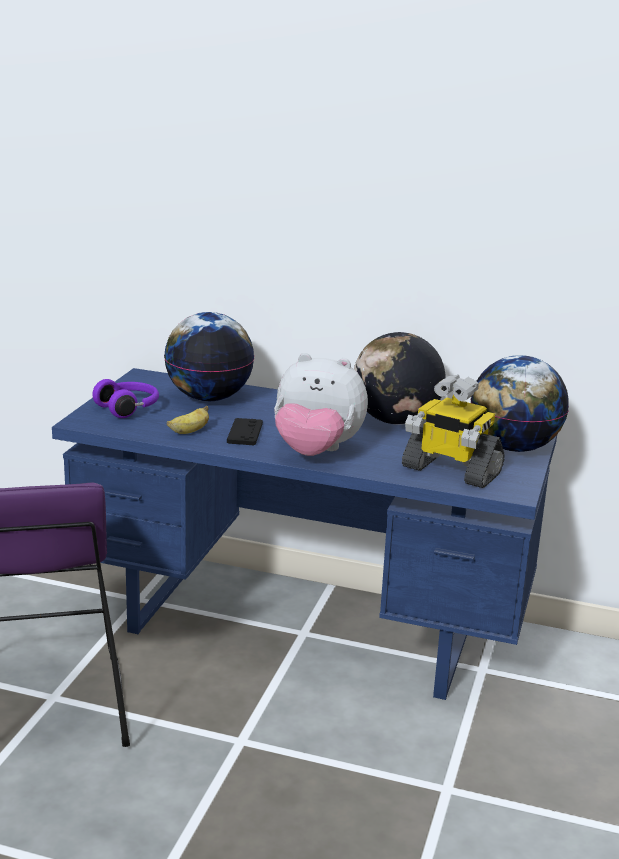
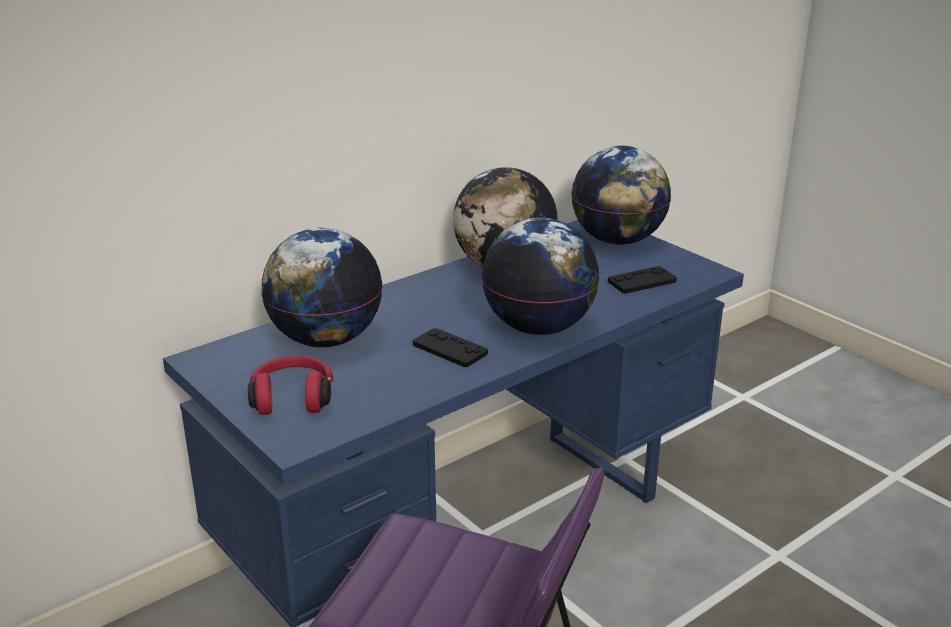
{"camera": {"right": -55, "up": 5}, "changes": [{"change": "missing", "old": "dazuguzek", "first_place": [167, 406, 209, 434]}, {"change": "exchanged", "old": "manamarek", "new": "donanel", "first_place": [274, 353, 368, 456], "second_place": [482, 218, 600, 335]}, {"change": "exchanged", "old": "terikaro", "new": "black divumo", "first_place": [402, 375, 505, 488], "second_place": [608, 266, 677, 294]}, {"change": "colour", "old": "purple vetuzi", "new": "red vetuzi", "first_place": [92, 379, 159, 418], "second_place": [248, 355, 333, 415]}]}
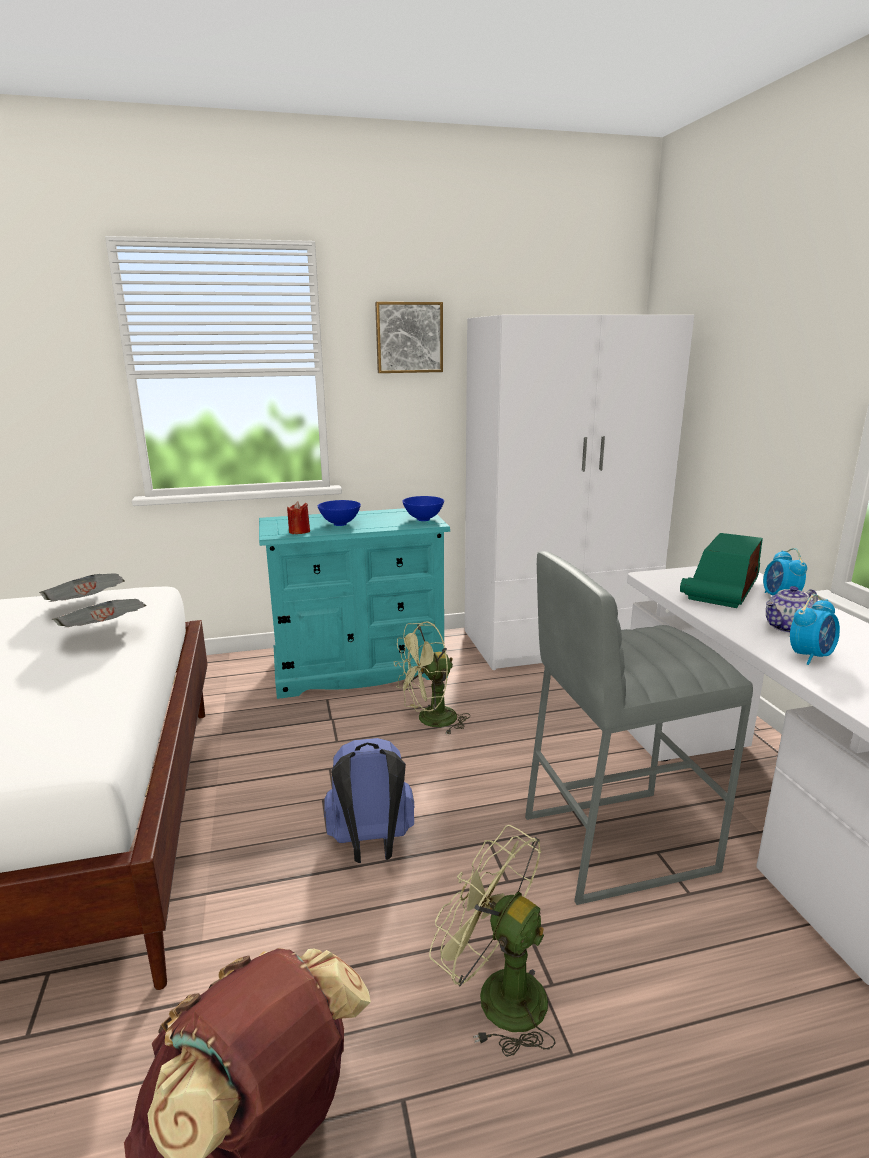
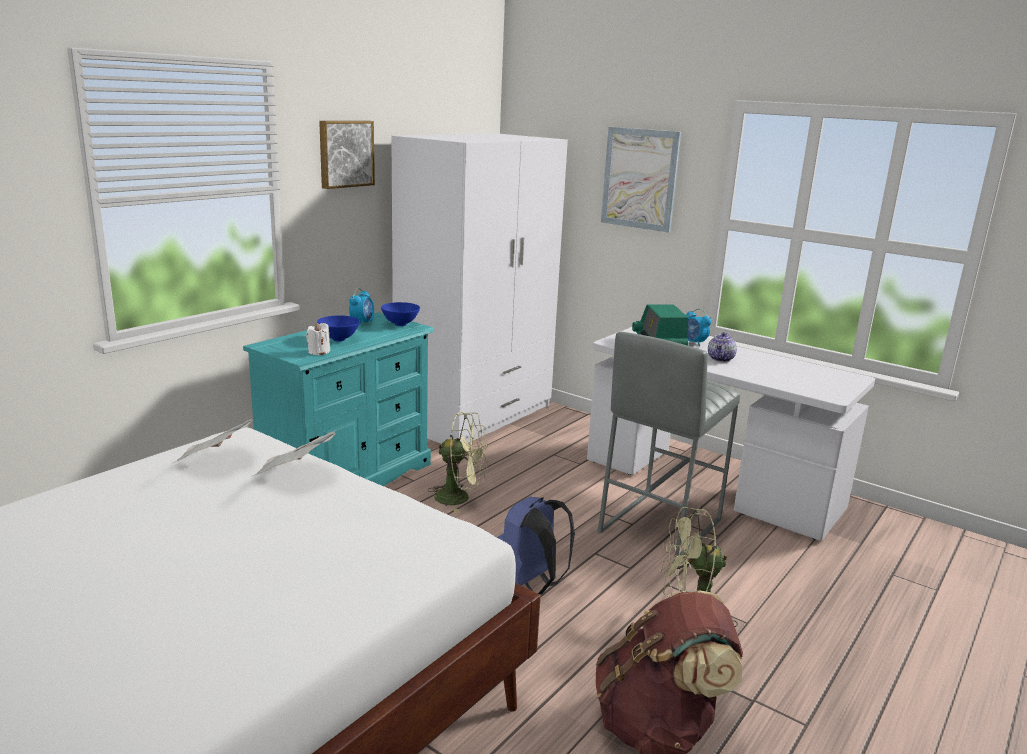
{"camera": {"right": -40, "up": 0}, "changes": [{"change": "appeared", "new": "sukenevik", "second_place": [601, 127, 681, 233]}, {"change": "relocated", "old": "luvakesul", "first_place": [790, 594, 840, 665], "second_place": [349, 288, 374, 327]}, {"change": "colour", "old": "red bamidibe", "new": "white bamidibe", "first_place": [287, 501, 310, 534], "second_place": [306, 322, 330, 355]}, {"change": "spun", "old": "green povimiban", "first_place": [394, 621, 470, 735], "second_place": [427, 412, 487, 513], "degrees": -105}]}
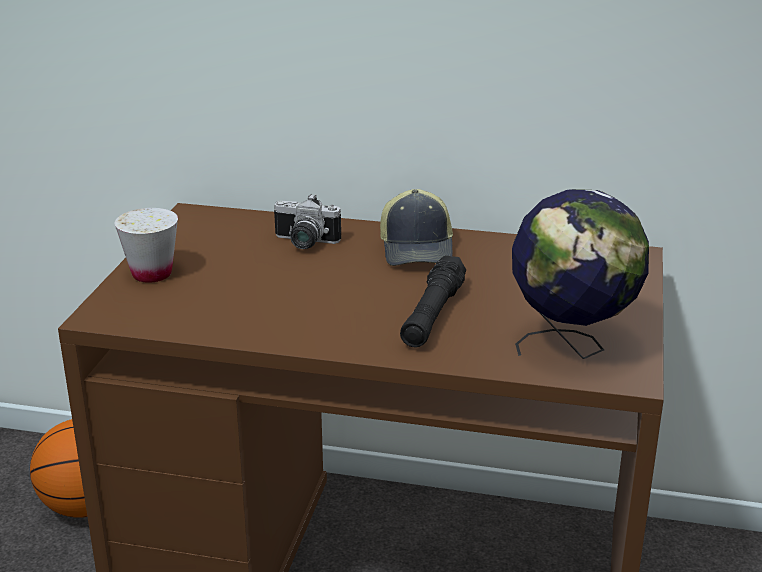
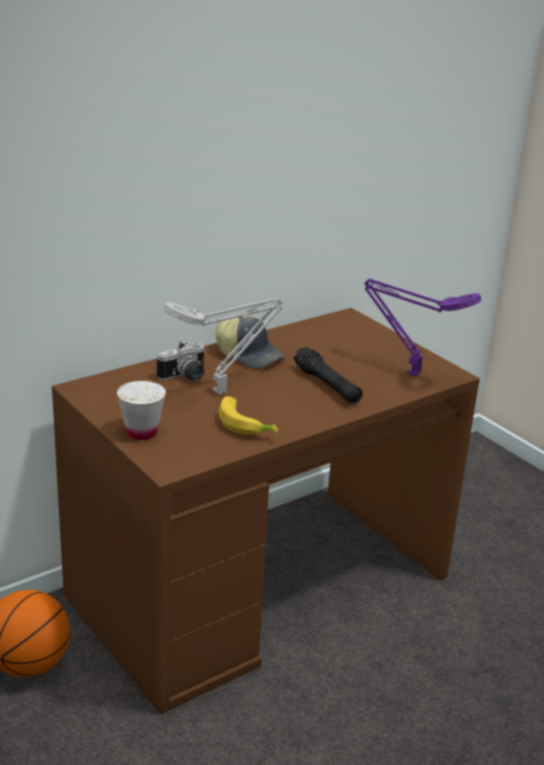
{"camera": {"right": -50, "up": 0}, "changes": [{"change": "appeared", "new": "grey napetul", "second_place": [164, 297, 282, 394]}, {"change": "appeared", "new": "dazuguzek", "second_place": [219, 396, 278, 435]}, {"change": "exchanged", "old": "donanel", "new": "purple napetul", "first_place": [512, 189, 649, 359], "second_place": [364, 279, 481, 376]}]}
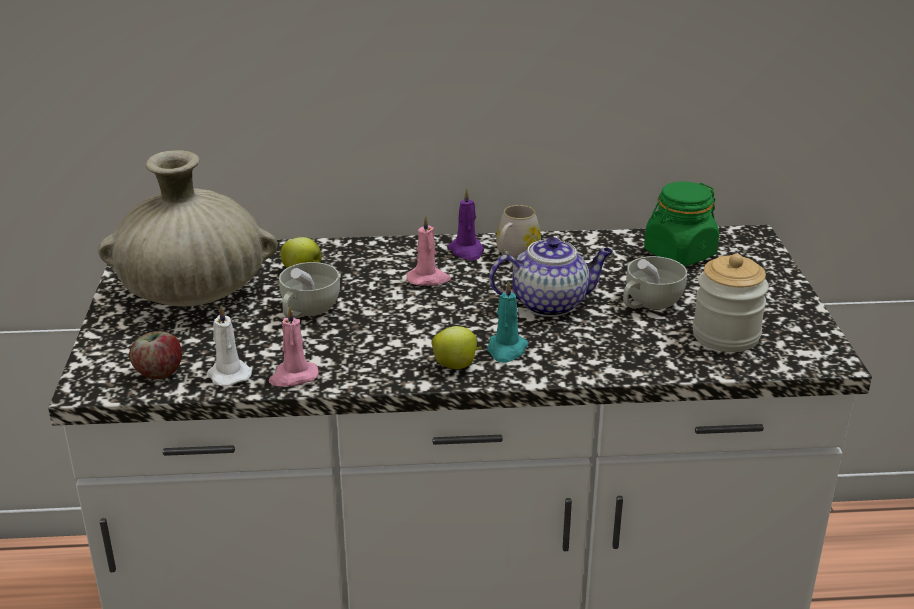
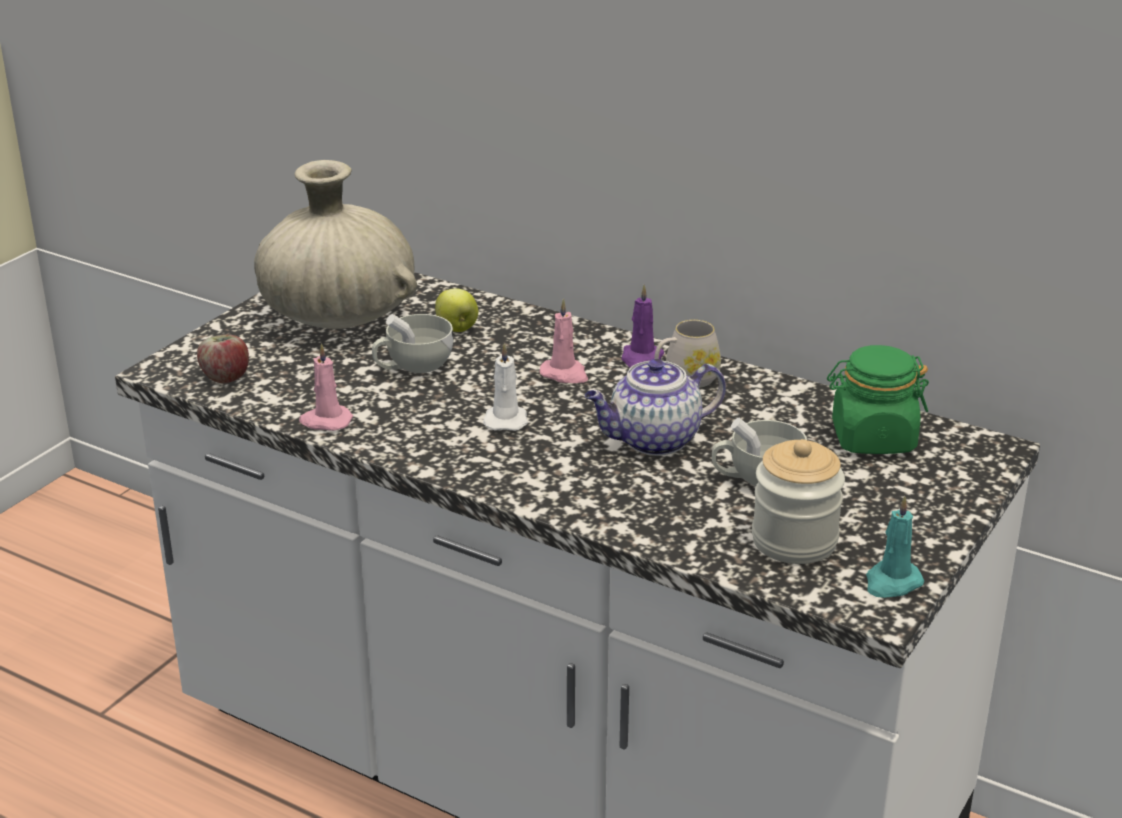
{"camera": {"right": 35, "up": 0}, "changes": [{"change": "missing", "old": "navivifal", "first_place": [432, 326, 482, 369]}, {"change": "relocated", "old": "white bamidibe", "first_place": [207, 305, 252, 386], "second_place": [483, 343, 528, 431]}, {"change": "relocated", "old": "turquoise bamidibe", "first_place": [487, 280, 528, 363], "second_place": [866, 496, 924, 598]}, {"change": "spun", "old": "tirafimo", "first_place": [489, 237, 613, 317], "second_place": [585, 359, 726, 456], "degrees": 135}]}
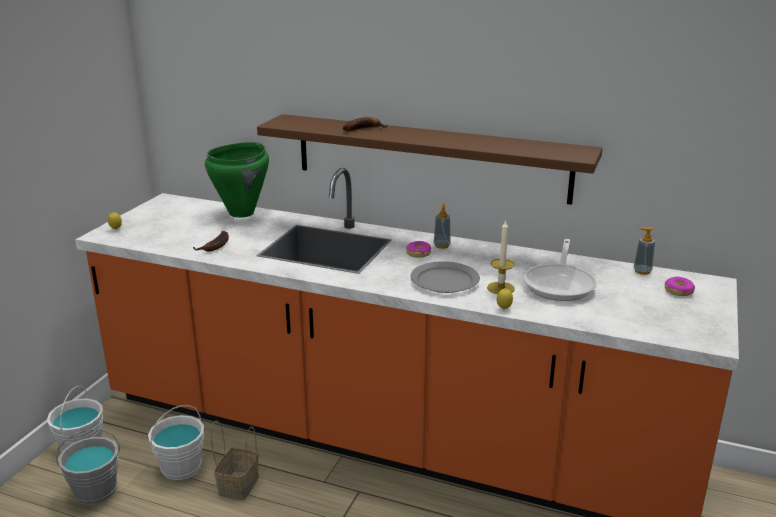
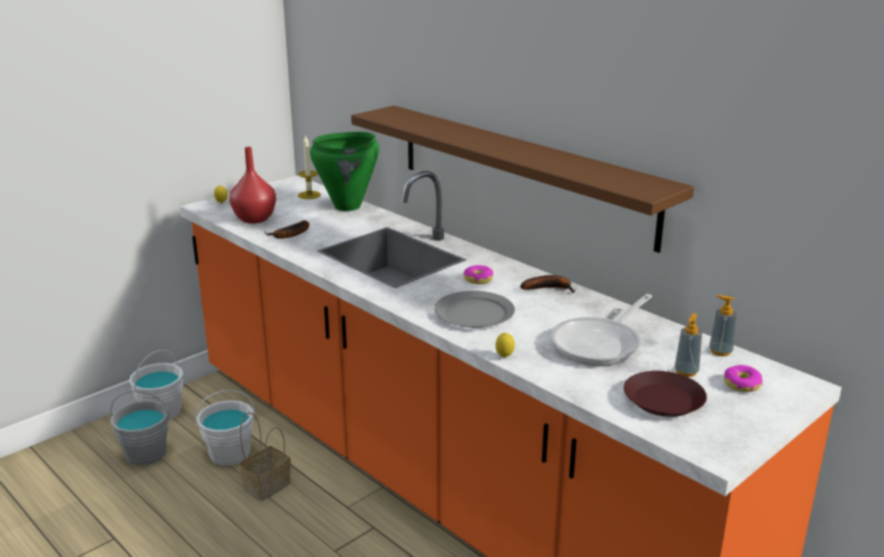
{"camera": {"right": 25, "up": 0}, "changes": [{"change": "appeared", "new": "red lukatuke", "second_place": [229, 147, 276, 224]}, {"change": "appeared", "new": "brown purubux", "second_place": [624, 371, 707, 417]}, {"change": "relocated", "old": "dazuguzek", "first_place": [343, 117, 387, 131], "second_place": [520, 275, 575, 293]}, {"change": "relocated", "old": "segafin", "first_place": [434, 203, 451, 249], "second_place": [674, 313, 702, 377]}, {"change": "relocated", "old": "bamidibe", "first_place": [487, 219, 515, 294], "second_place": [298, 135, 321, 199]}]}
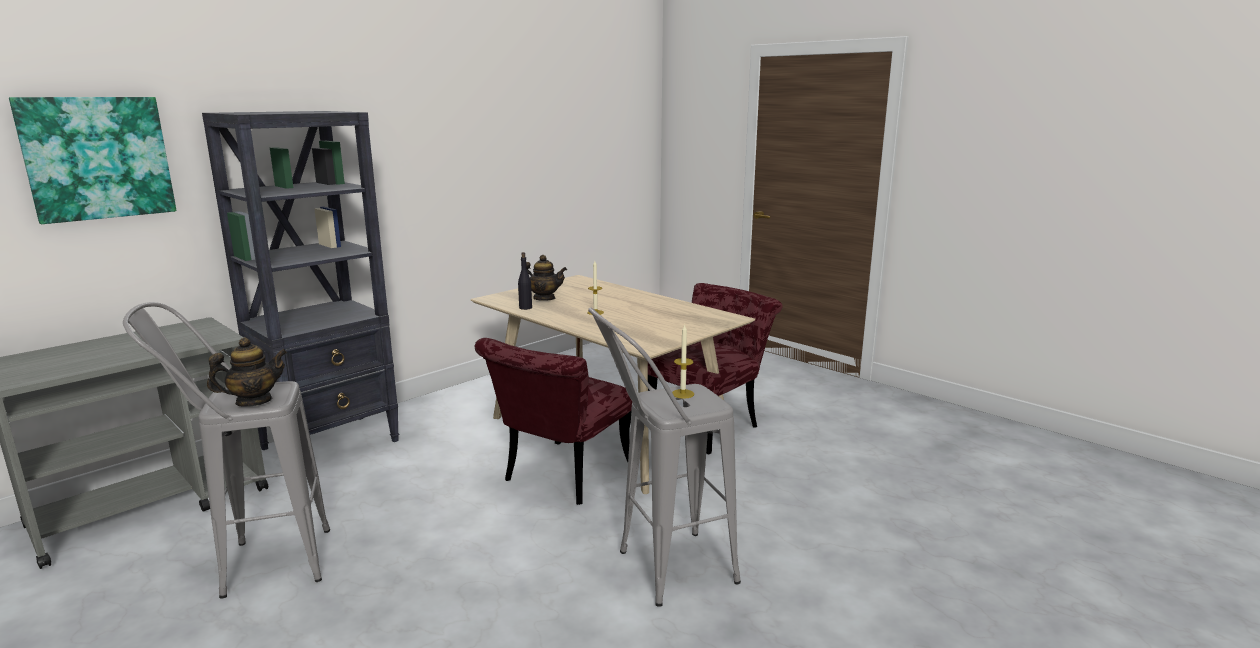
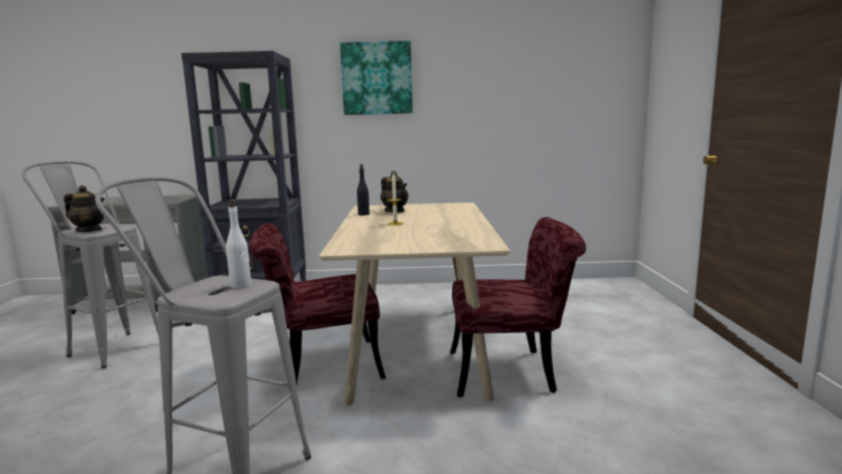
{"camera": {"right": 45, "up": -5}, "changes": [{"change": "relocated", "old": "sukenevik", "first_place": [9, 97, 176, 224], "second_place": [340, 41, 413, 115]}, {"change": "exchanged", "old": "bamidibe", "new": "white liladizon", "first_place": [672, 324, 694, 399], "second_place": [226, 199, 251, 288]}]}
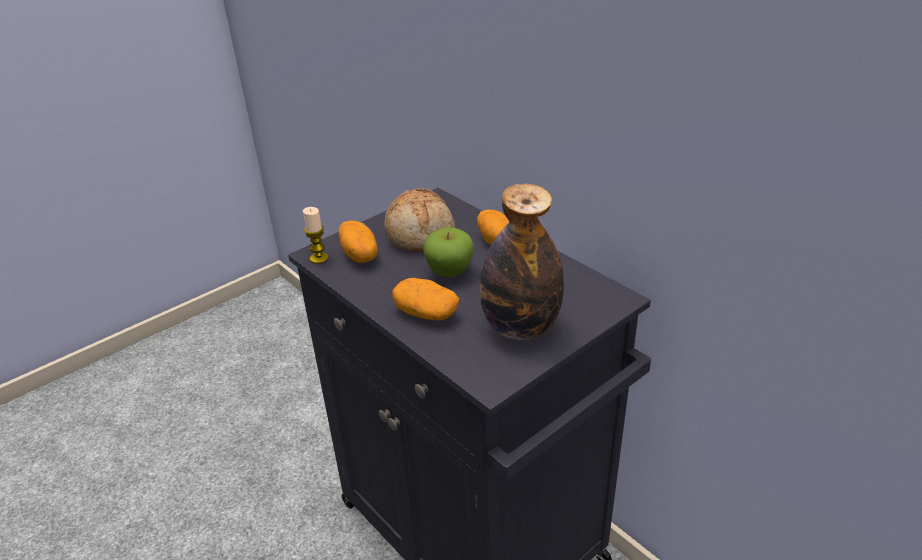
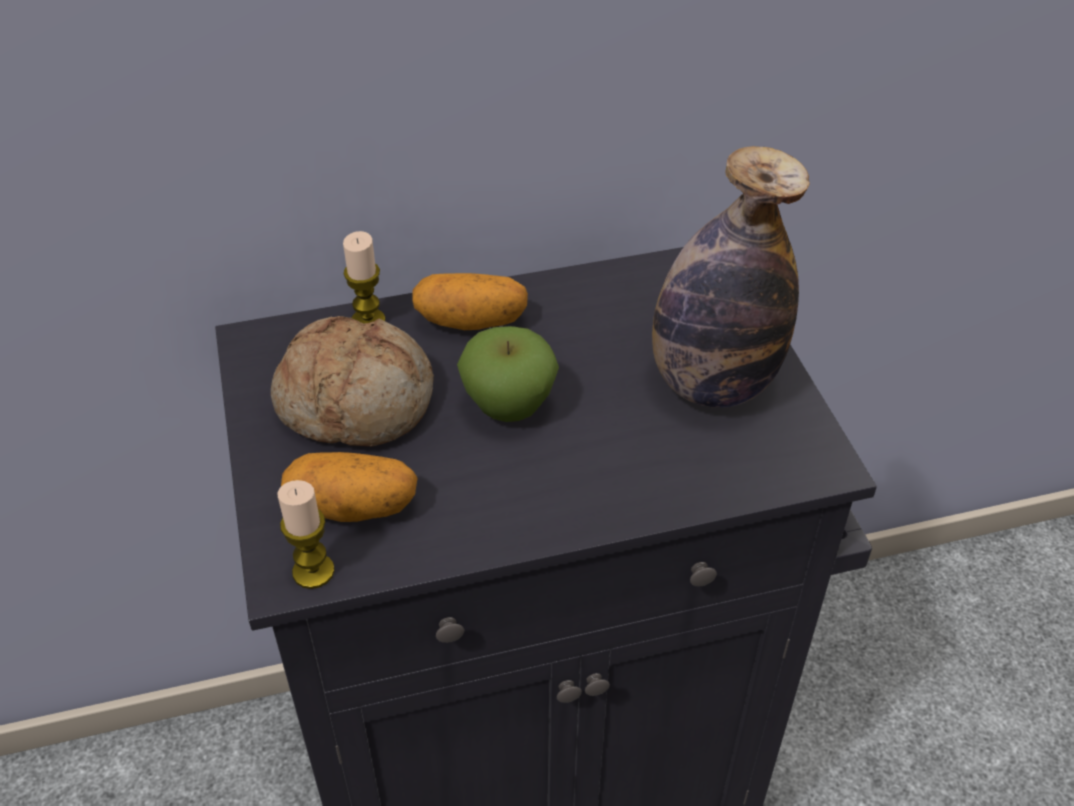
{"camera": {"right": -65, "up": 10}, "changes": [{"change": "missing", "old": "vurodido", "first_place": [392, 278, 459, 321]}, {"change": "appeared", "new": "bamidibe", "second_place": [343, 231, 385, 324]}]}
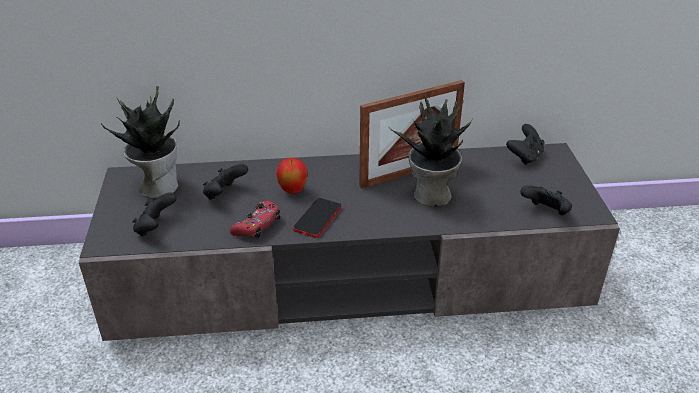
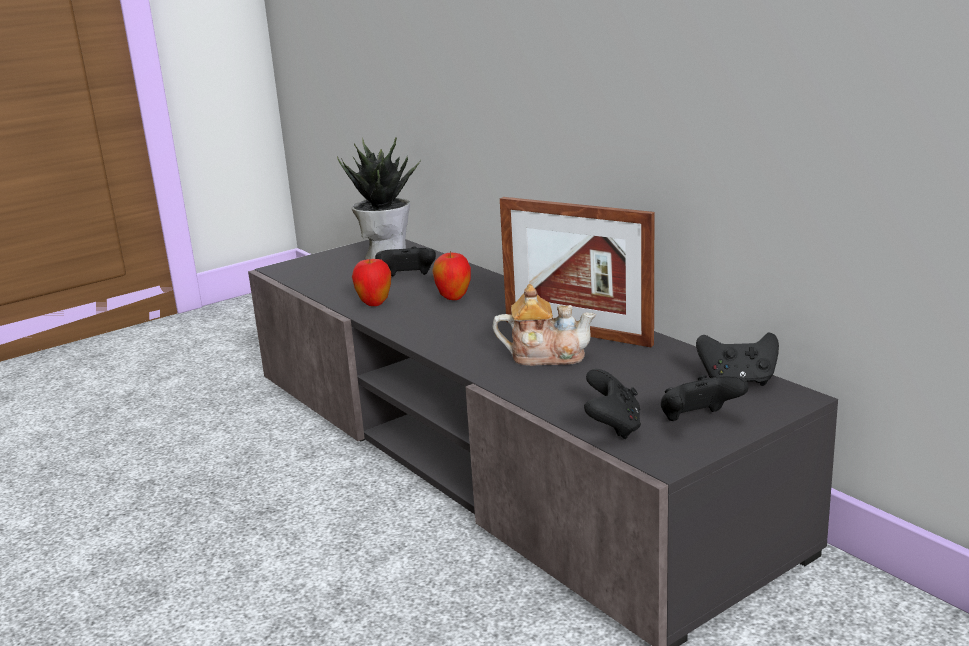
{"camera": {"right": 60, "up": -15}, "changes": [{"change": "missing", "old": "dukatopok", "first_place": [293, 198, 341, 238]}, {"change": "relocated", "old": "black divumo", "first_place": [132, 192, 176, 237], "second_place": [661, 375, 749, 421]}, {"change": "exchanged", "old": "red divumo", "new": "navivifal", "first_place": [230, 200, 280, 238], "second_place": [352, 259, 391, 306]}, {"change": "exchanged", "old": "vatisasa", "new": "tirafimo", "first_place": [390, 94, 474, 207], "second_place": [492, 284, 596, 366]}]}
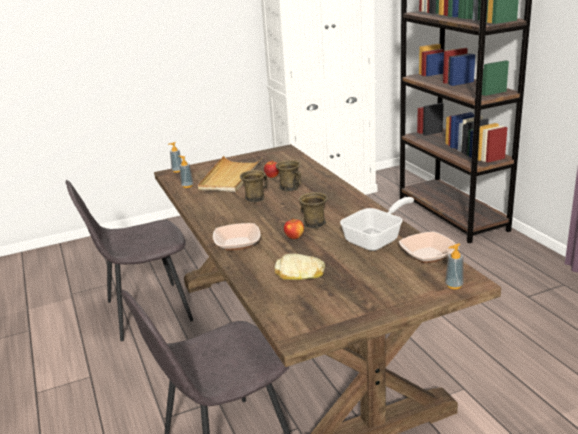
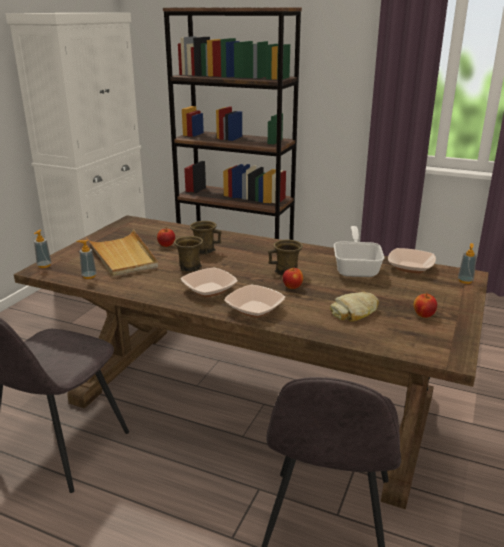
{"camera": {"right": -45, "up": 0}, "changes": [{"change": "appeared", "new": "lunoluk", "second_place": [181, 268, 238, 297]}, {"change": "appeared", "new": "navivifal", "second_place": [414, 292, 437, 318]}]}
